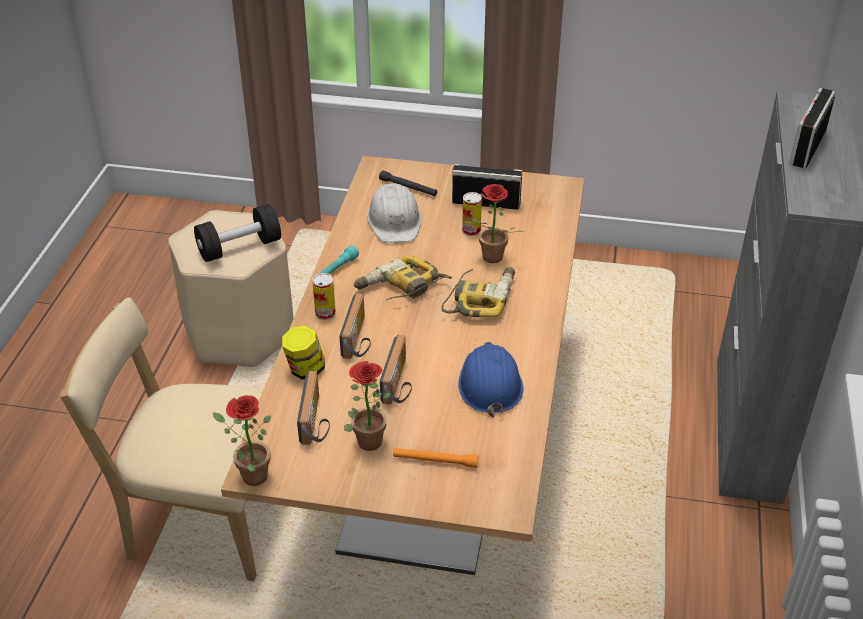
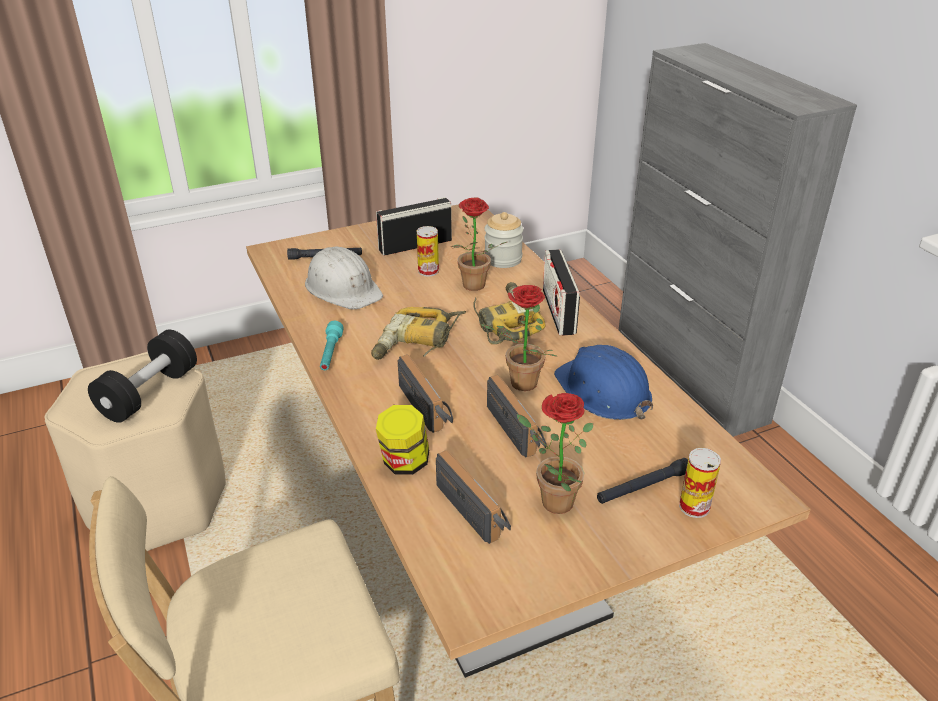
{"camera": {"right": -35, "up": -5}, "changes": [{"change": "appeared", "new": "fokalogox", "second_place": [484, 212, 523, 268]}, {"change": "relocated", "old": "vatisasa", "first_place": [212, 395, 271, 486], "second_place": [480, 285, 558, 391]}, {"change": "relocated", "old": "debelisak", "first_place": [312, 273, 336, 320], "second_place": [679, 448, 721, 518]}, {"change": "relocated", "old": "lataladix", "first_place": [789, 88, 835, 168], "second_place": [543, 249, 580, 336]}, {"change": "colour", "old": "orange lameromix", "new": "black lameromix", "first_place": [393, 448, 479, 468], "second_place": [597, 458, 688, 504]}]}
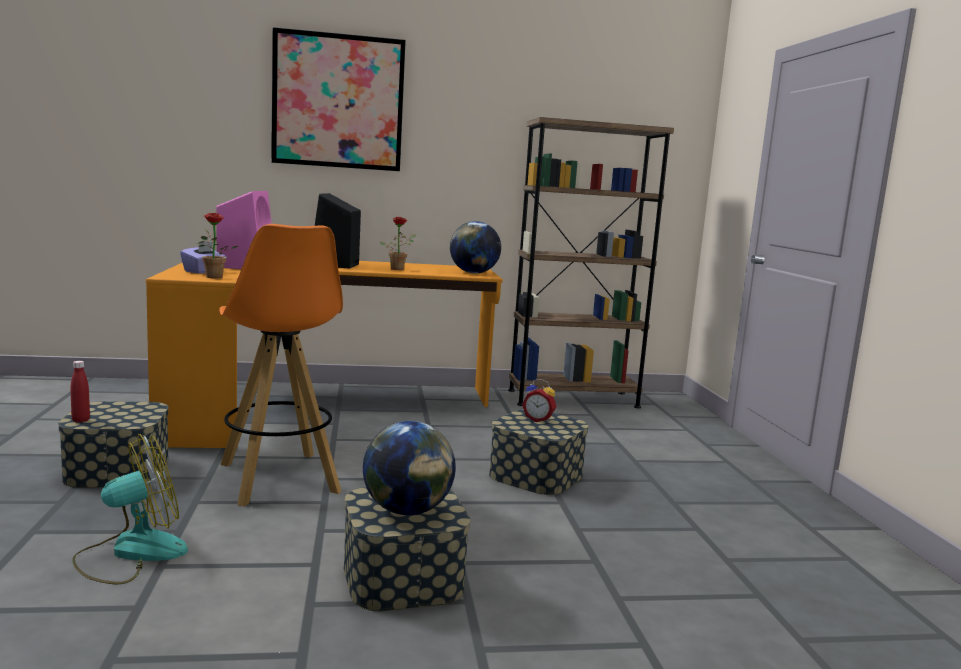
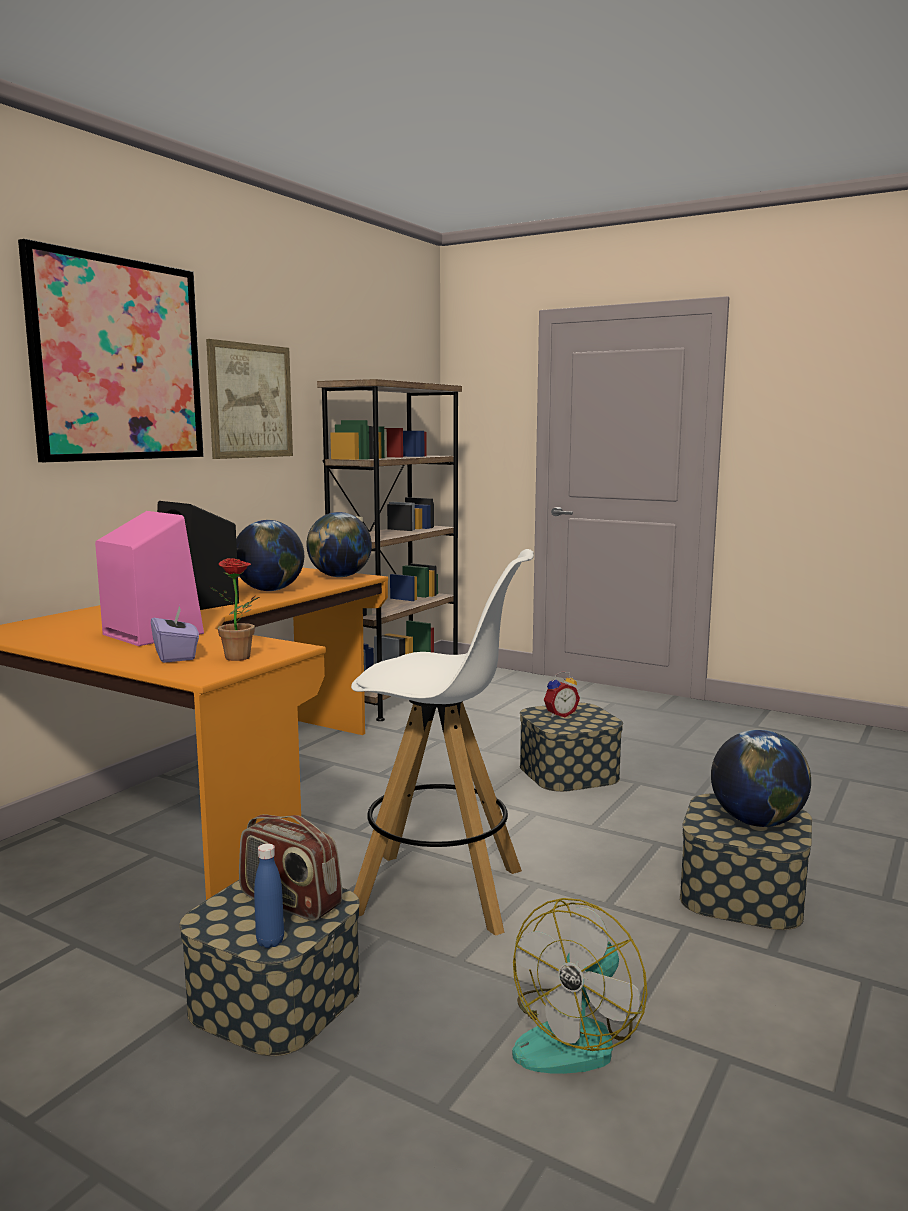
{"camera": {"right": -50, "up": 0}, "changes": [{"change": "appeared", "new": "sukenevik", "second_place": [206, 339, 293, 459]}, {"change": "appeared", "new": "lataladix", "second_place": [239, 814, 342, 921]}, {"change": "exchanged", "old": "vatisasa", "new": "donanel", "first_place": [380, 217, 416, 270], "second_place": [236, 520, 304, 591]}, {"change": "colour", "old": "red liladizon", "new": "blue liladizon", "first_place": [71, 361, 90, 422], "second_place": [254, 843, 284, 948]}, {"change": "colour", "old": "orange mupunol", "new": "white mupunol", "first_place": [220, 224, 343, 507], "second_place": [351, 549, 534, 936]}, {"change": "spun", "old": "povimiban", "first_place": [72, 434, 188, 584], "second_place": [512, 898, 647, 1074], "degrees": -150}]}
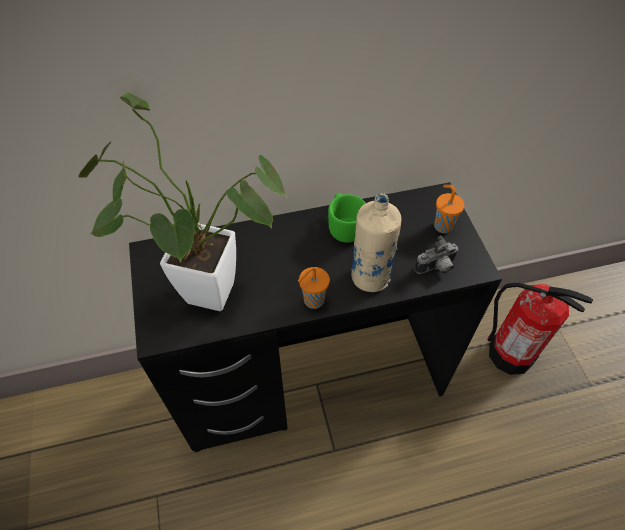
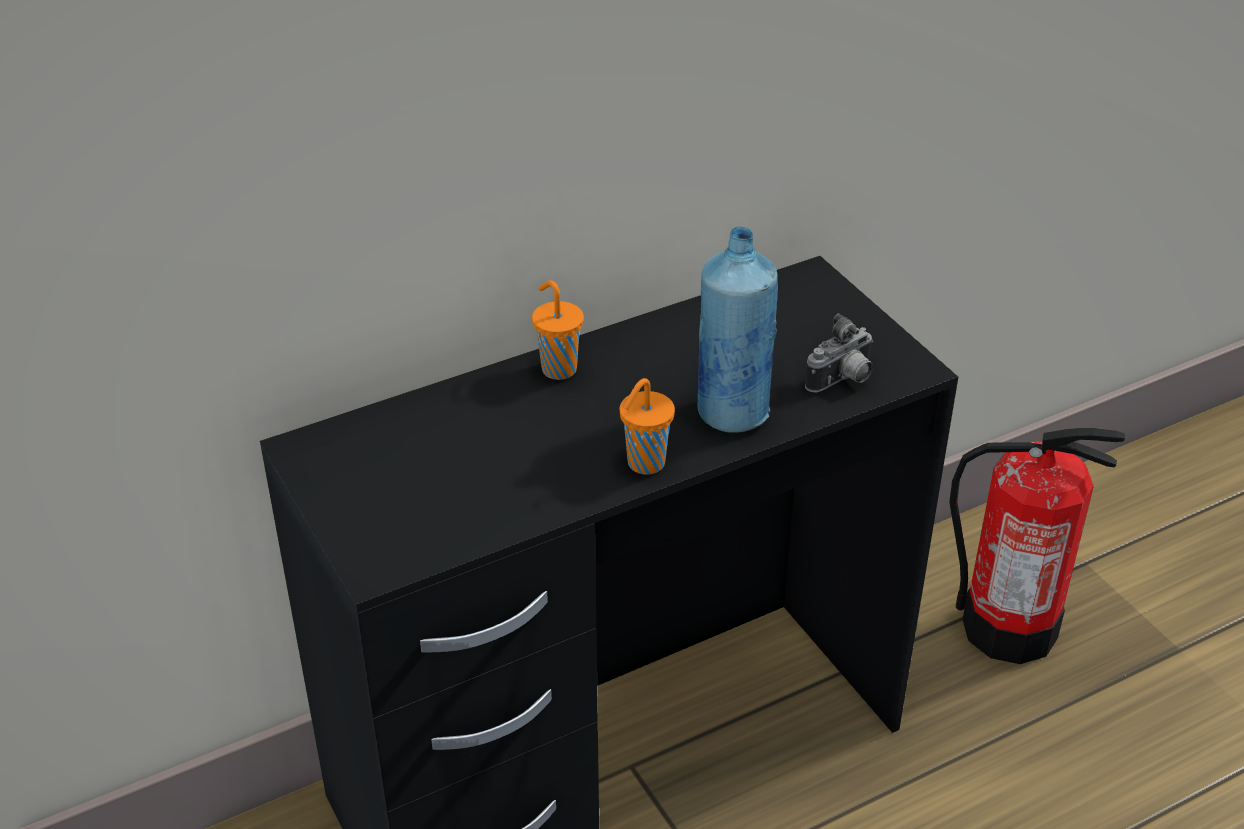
{"camera": {"right": -15, "up": -15}, "changes": [{"change": "missing", "old": "vatisasa", "first_place": [78, 92, 287, 311]}, {"change": "missing", "old": "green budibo", "first_place": [328, 193, 366, 243]}, {"change": "relocated", "old": "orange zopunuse", "first_place": [434, 185, 464, 233], "second_place": [532, 280, 584, 380]}, {"change": "colour", "old": "beige liladizon", "new": "blue liladizon", "first_place": [351, 193, 402, 292], "second_place": [697, 227, 778, 433]}]}
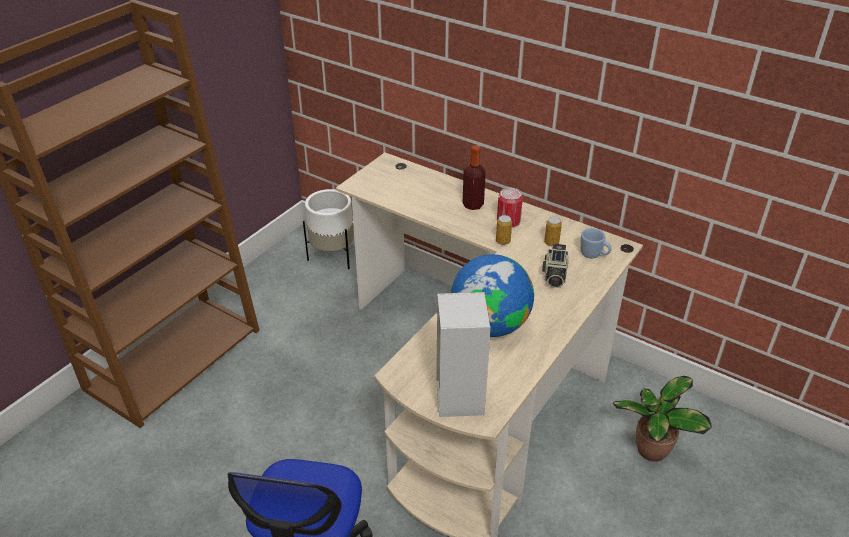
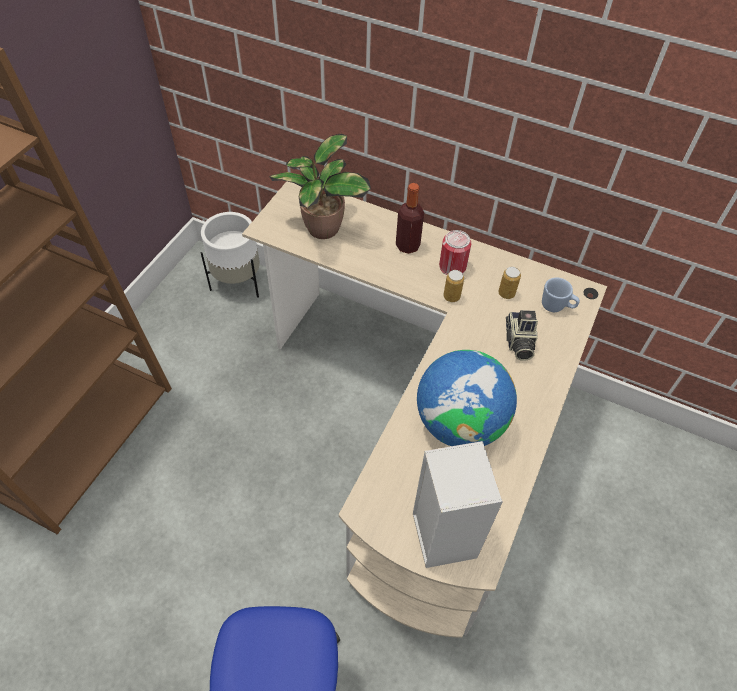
{"camera": {"right": -10, "up": 15}, "changes": [{"change": "relocated", "old": "vatisasa", "first_place": [613, 376, 712, 462], "second_place": [270, 134, 371, 239]}]}
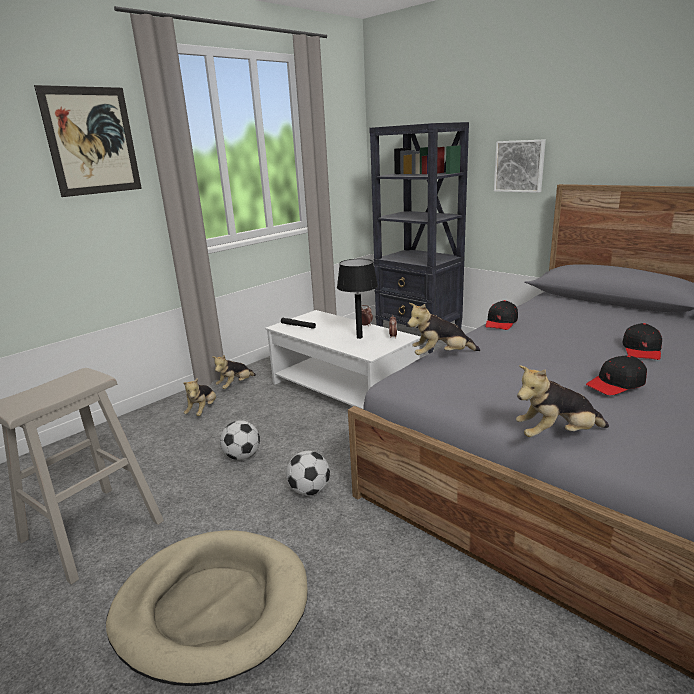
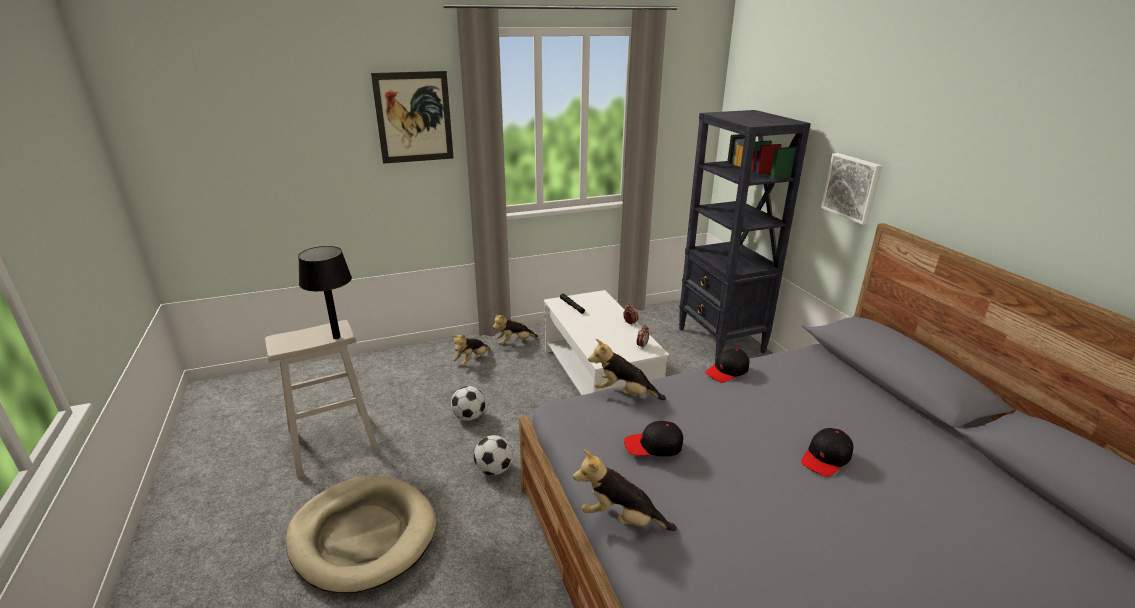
{"camera": {"right": 25, "up": 5}, "changes": [{"change": "relocated", "old": "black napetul", "first_place": [337, 259, 378, 339], "second_place": [298, 246, 352, 339]}, {"change": "relocated", "old": "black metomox", "first_place": [586, 356, 647, 395], "second_place": [624, 421, 683, 457]}]}
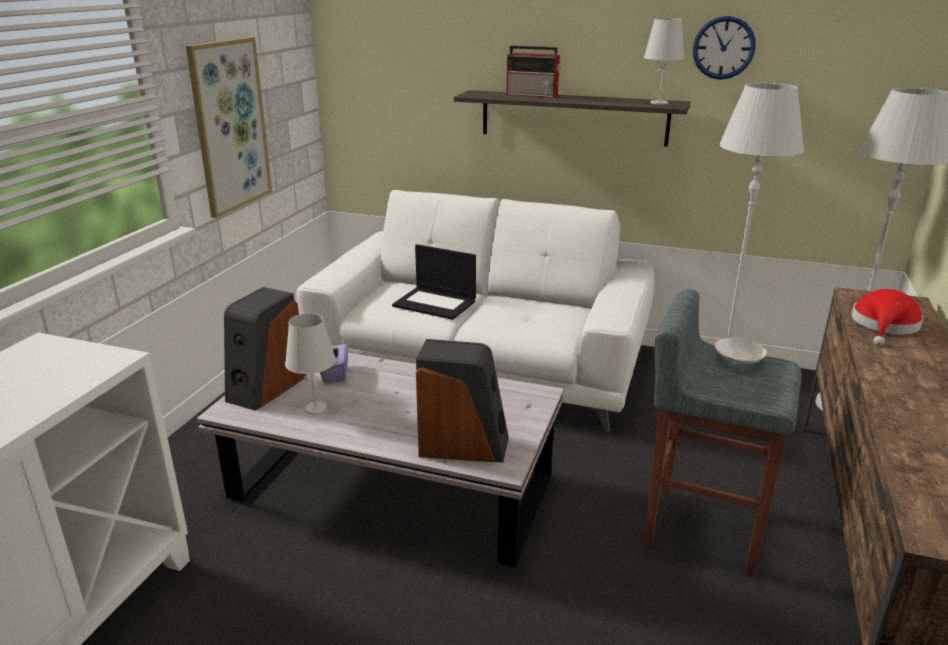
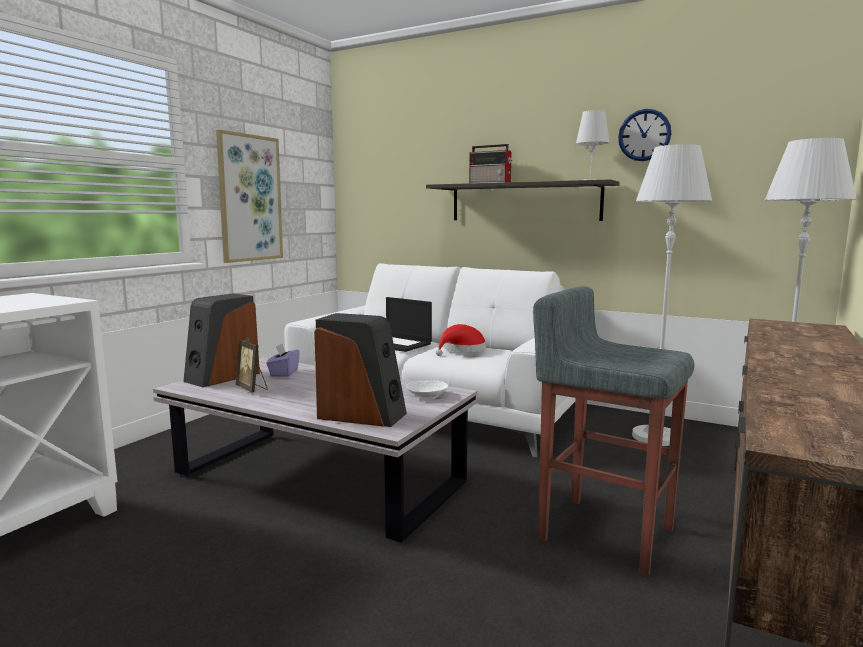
{"camera": {"right": 10, "up": -15}, "changes": [{"change": "relocated", "old": "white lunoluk", "first_place": [715, 338, 767, 365], "second_place": [406, 380, 449, 398]}, {"change": "relocated", "old": "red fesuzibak", "first_place": [851, 289, 923, 346], "second_place": [436, 324, 486, 356]}, {"change": "exchanged", "old": "white napetul", "new": "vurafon", "first_place": [285, 313, 336, 414], "second_place": [235, 337, 268, 393]}]}
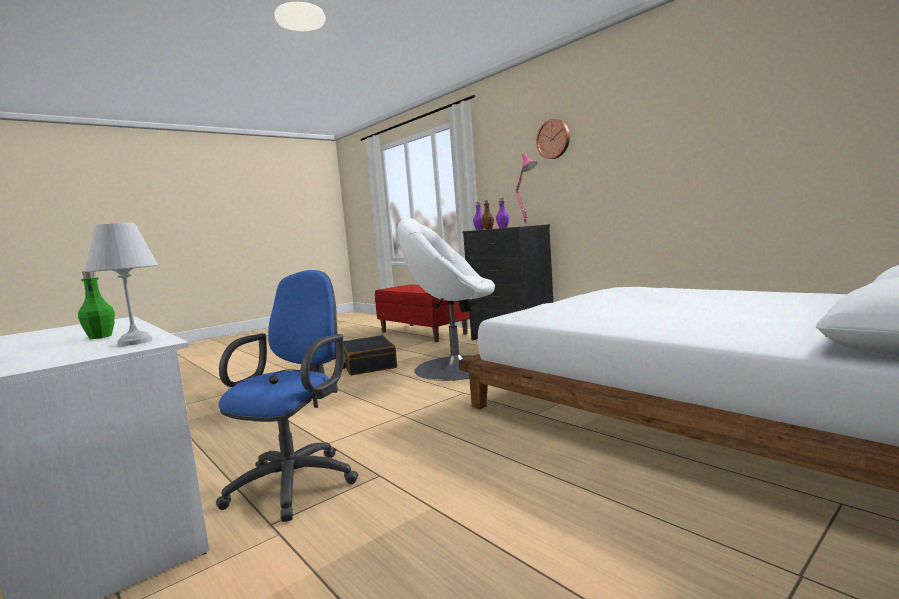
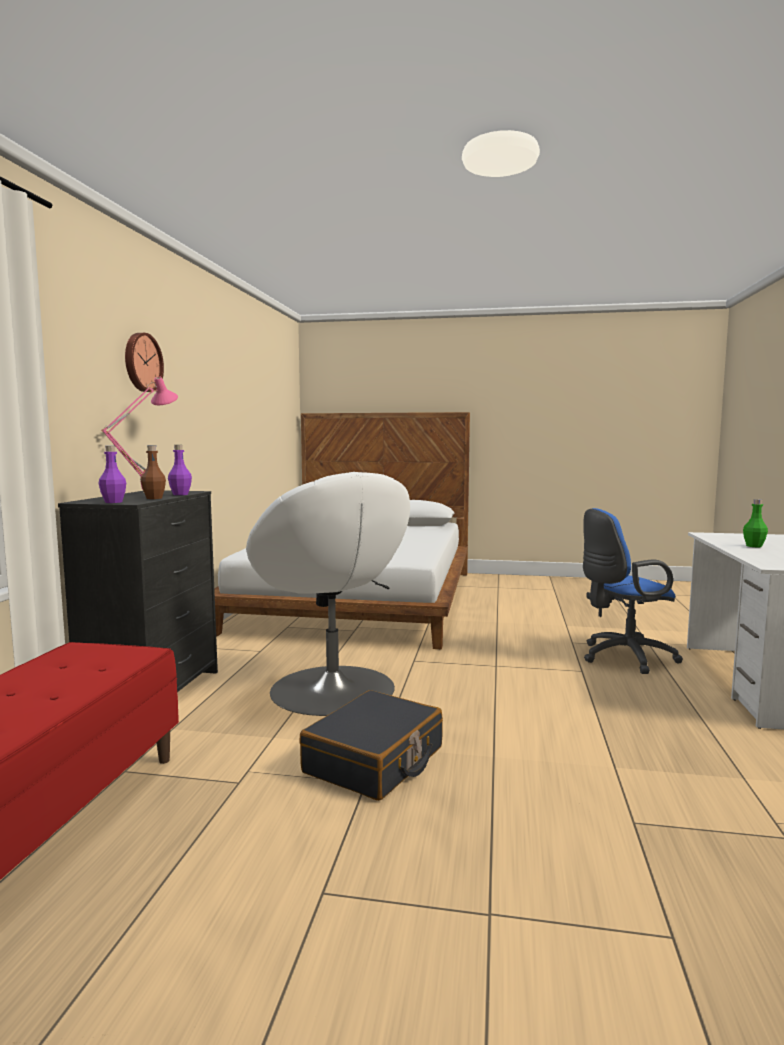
{"camera": {"right": -130, "up": 0}, "changes": [{"change": "missing", "old": "white napetul", "first_place": [85, 223, 158, 346]}]}
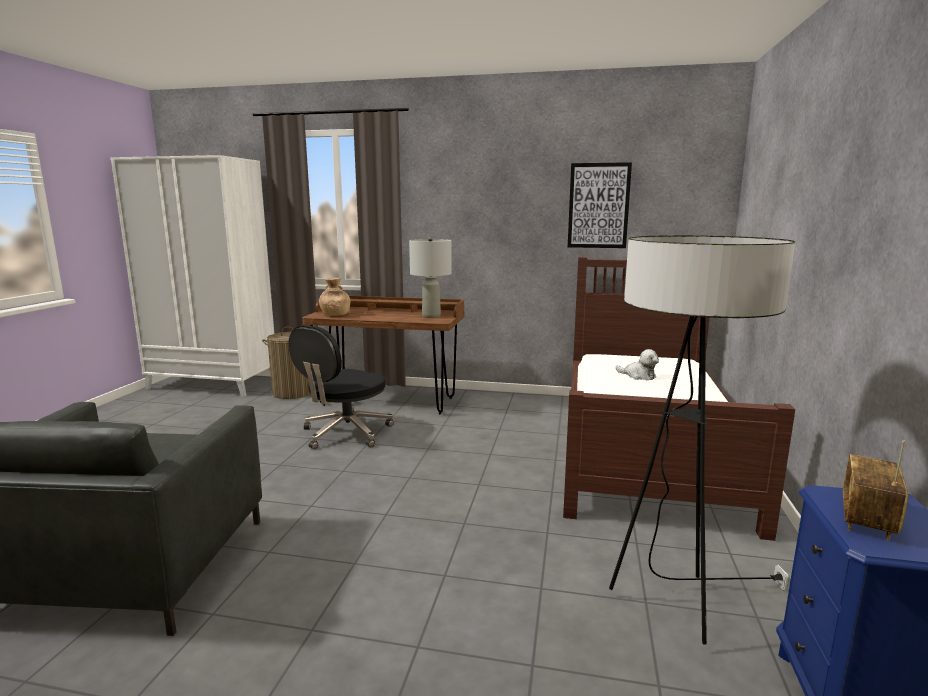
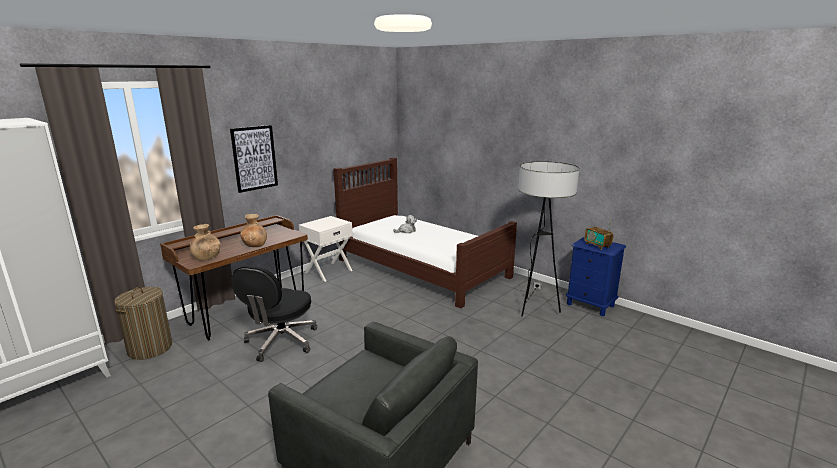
{"camera": {"right": -60, "up": 5}, "changes": [{"change": "missing", "old": "grey napetul", "first_place": [409, 237, 452, 318]}, {"change": "appeared", "new": "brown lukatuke", "second_place": [240, 214, 267, 247]}, {"change": "appeared", "new": "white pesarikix", "second_place": [299, 216, 353, 282]}, {"change": "relocated", "old": "sukenevik", "first_place": [568, 162, 632, 248], "second_place": [230, 125, 278, 193]}, {"change": "spun", "old": "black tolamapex", "first_place": [289, 325, 394, 449], "second_place": [231, 266, 317, 362], "degrees": 45}]}
